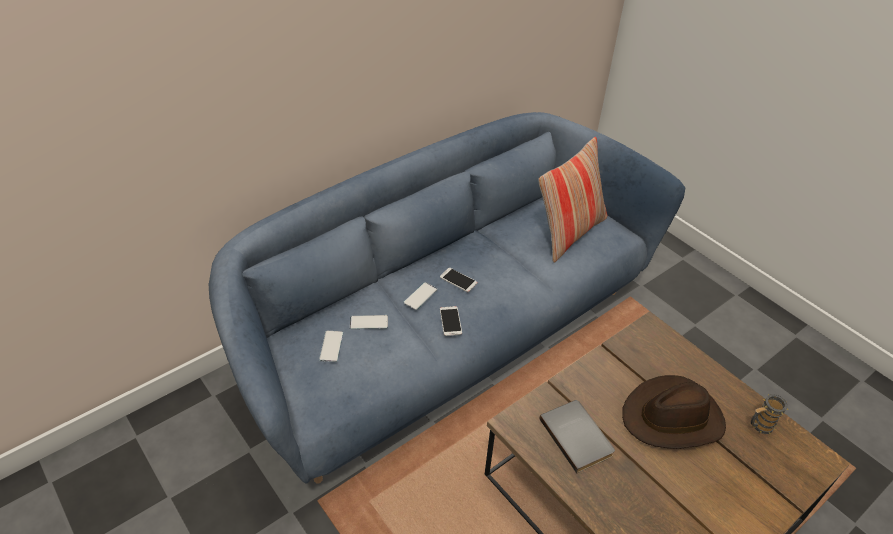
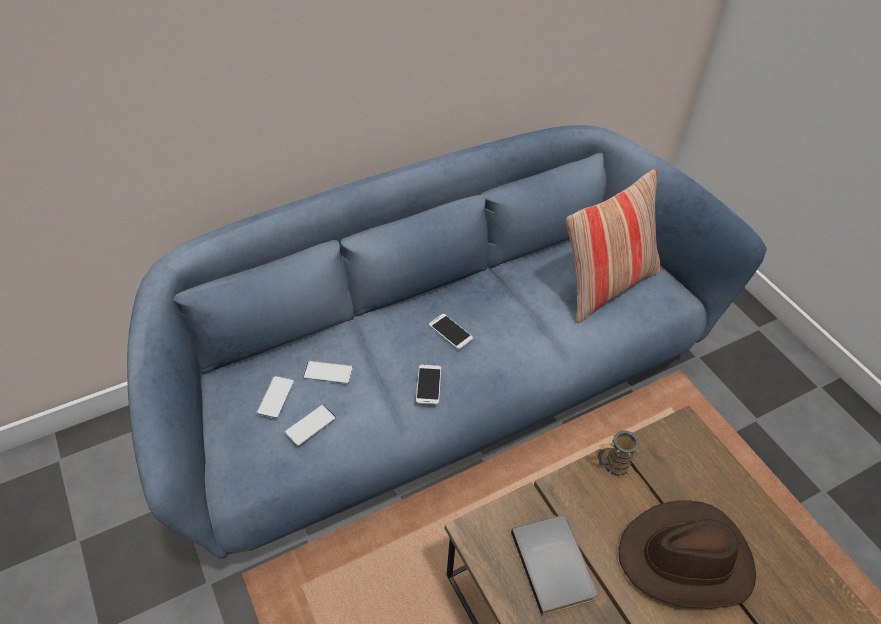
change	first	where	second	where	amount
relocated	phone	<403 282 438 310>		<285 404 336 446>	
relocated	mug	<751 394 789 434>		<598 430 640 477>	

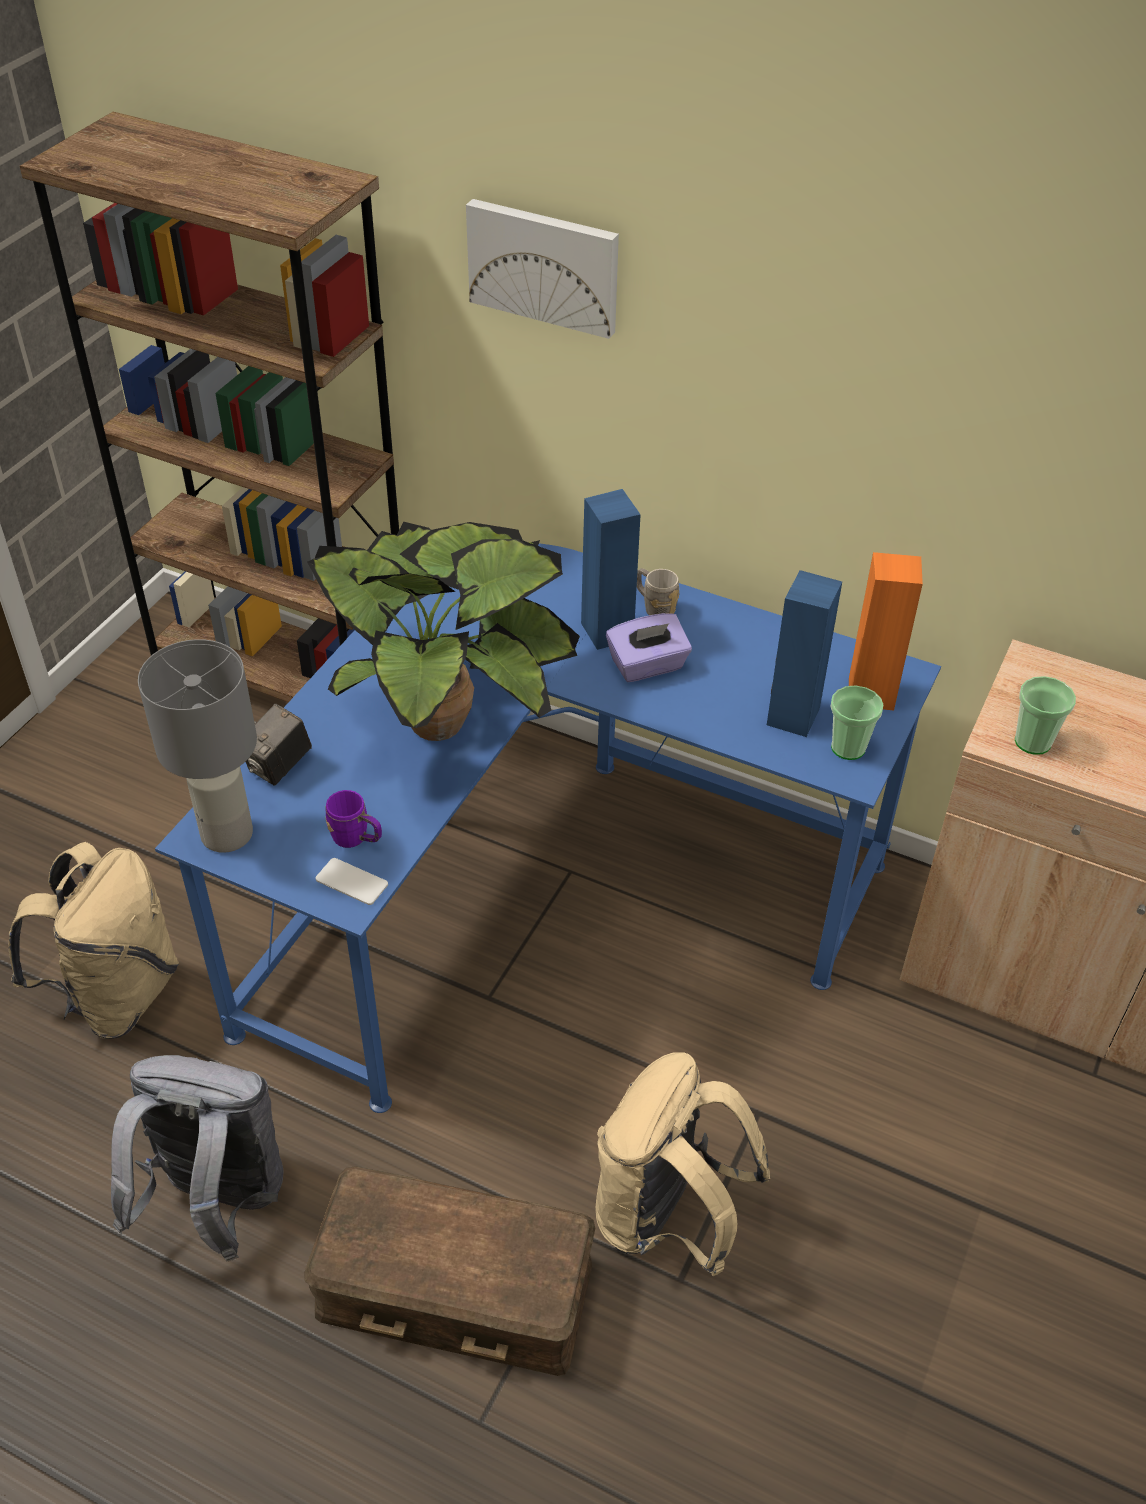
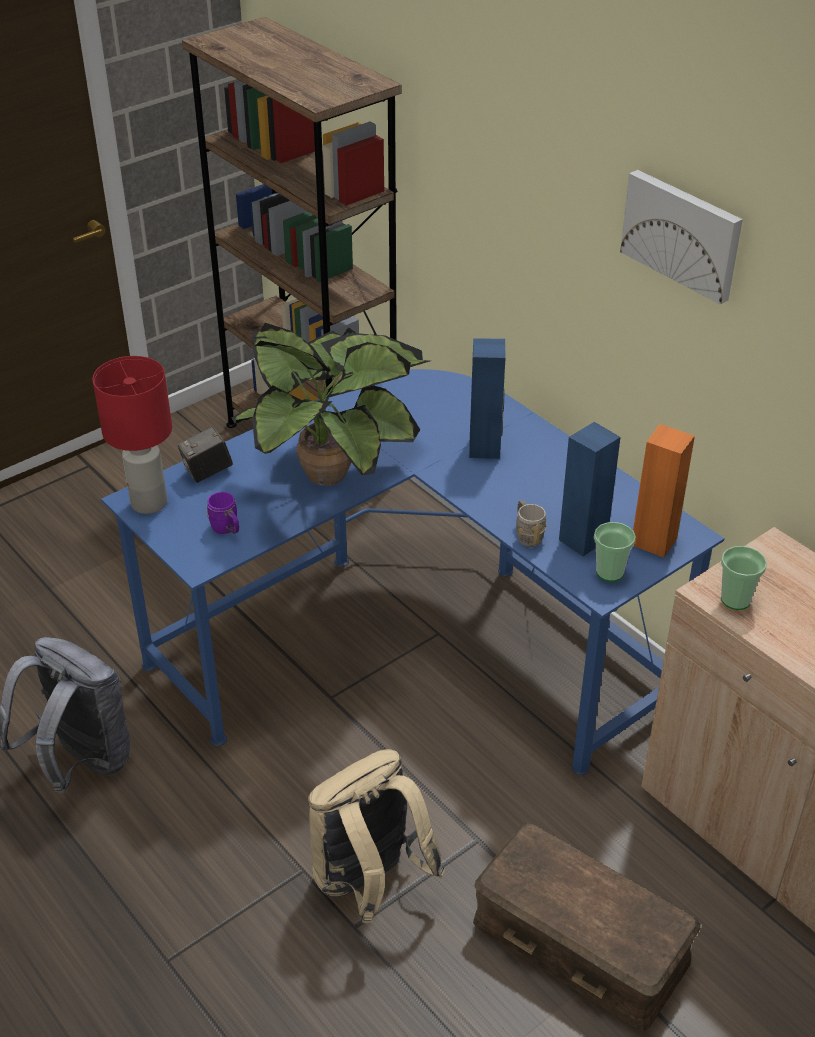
change	first	where	second	where	amount
missing	backpack/beige	<9 842 179 1039>			
colour	table lamp/grey	<138 639 257 853>	table lamp/red	<93 356 172 514>	
relocated	storage box/brown	<304 1166 595 1376>		<473 823 700 1031>	
missing	phone	<316 858 388 905>			
relocated	picture	<466 199 619 339>		<620 170 743 304>	
missing	tissue box/purple	<606 613 692 682>			
relocated	mug/grey	<637 568 679 615>		<516 500 547 547>	

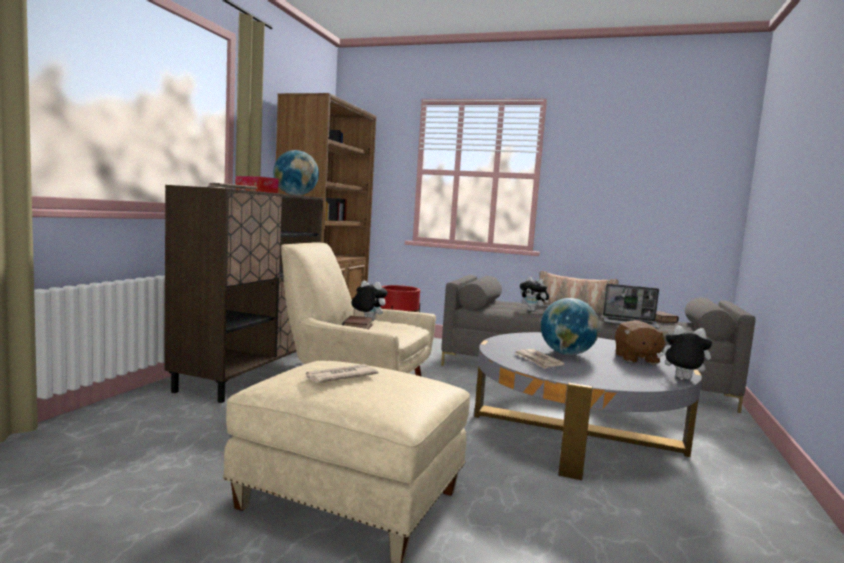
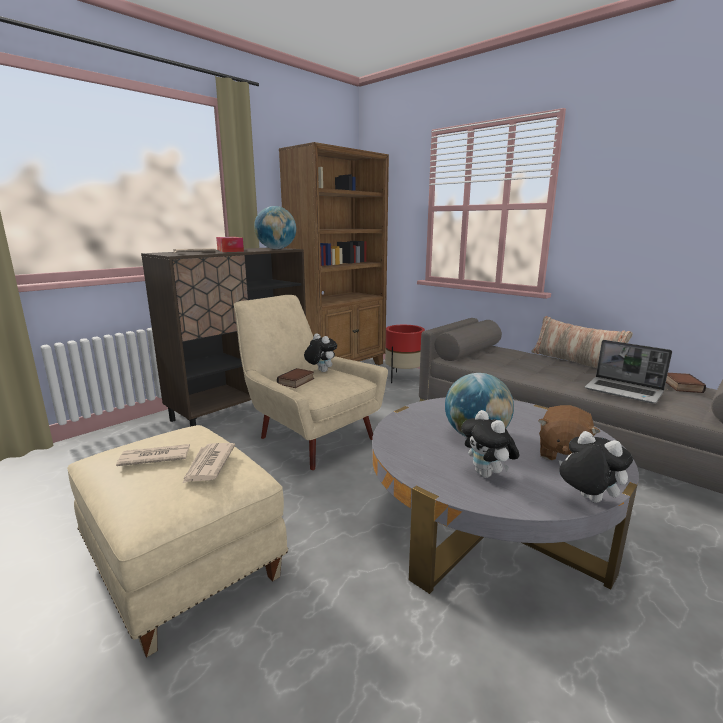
change	first	where	second	where	amount
relocated	newspaper	<514 349 564 369>		<182 443 235 484>	
relocated	plush toy	<520 277 549 312>		<461 410 519 478>	

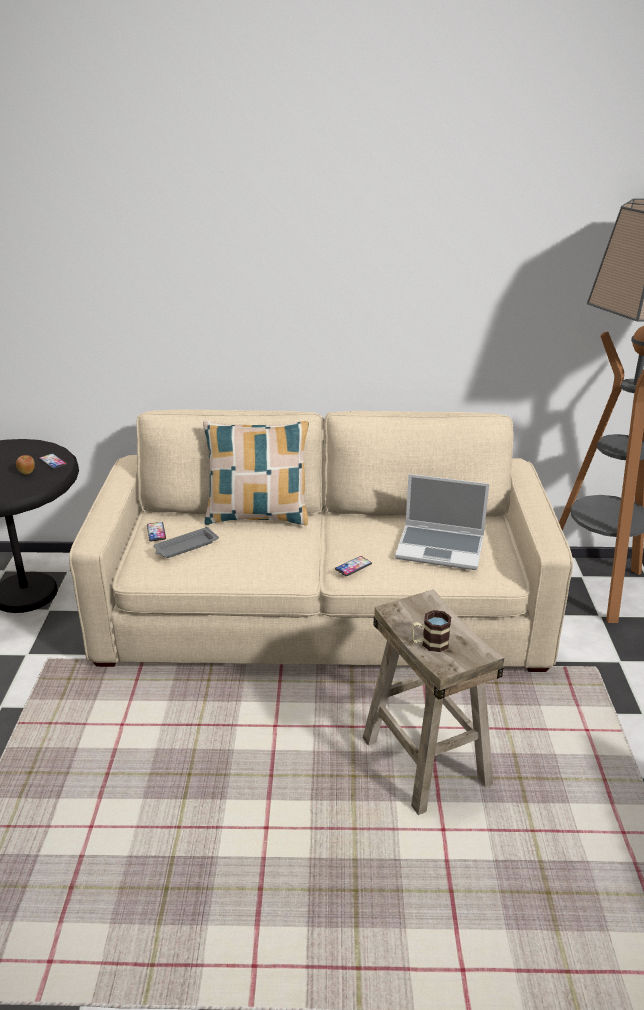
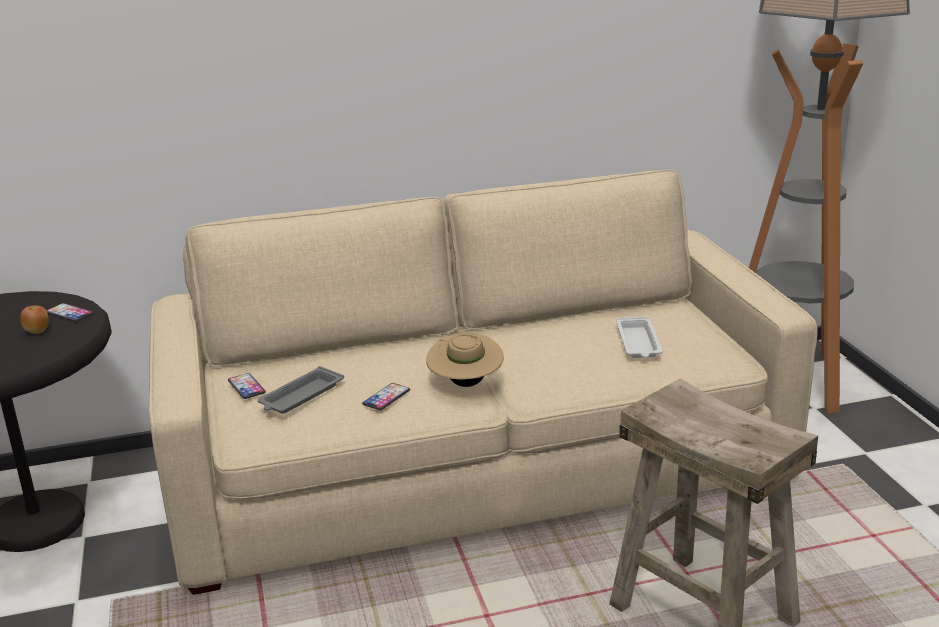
change	first	where	second	where	amount
missing	pillow	<203 420 309 525>			
relocated	phone	<335 556 372 576>		<362 383 410 410>	
exchanged	laptop	<395 474 489 570>	tray/white	<616 317 663 358>	
missing	mug	<411 610 451 652>			
appeared			hat/beige	<426 333 504 387>	

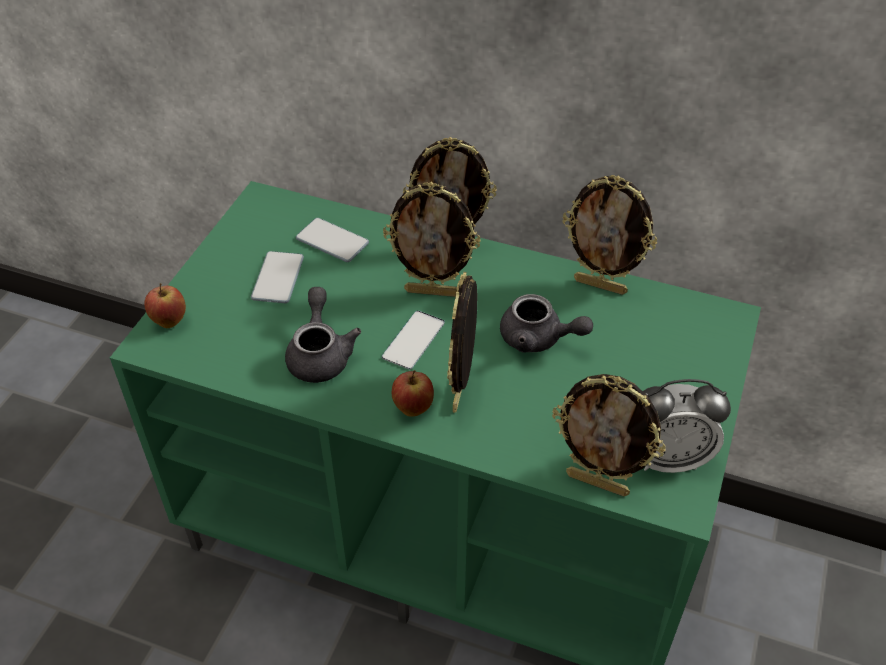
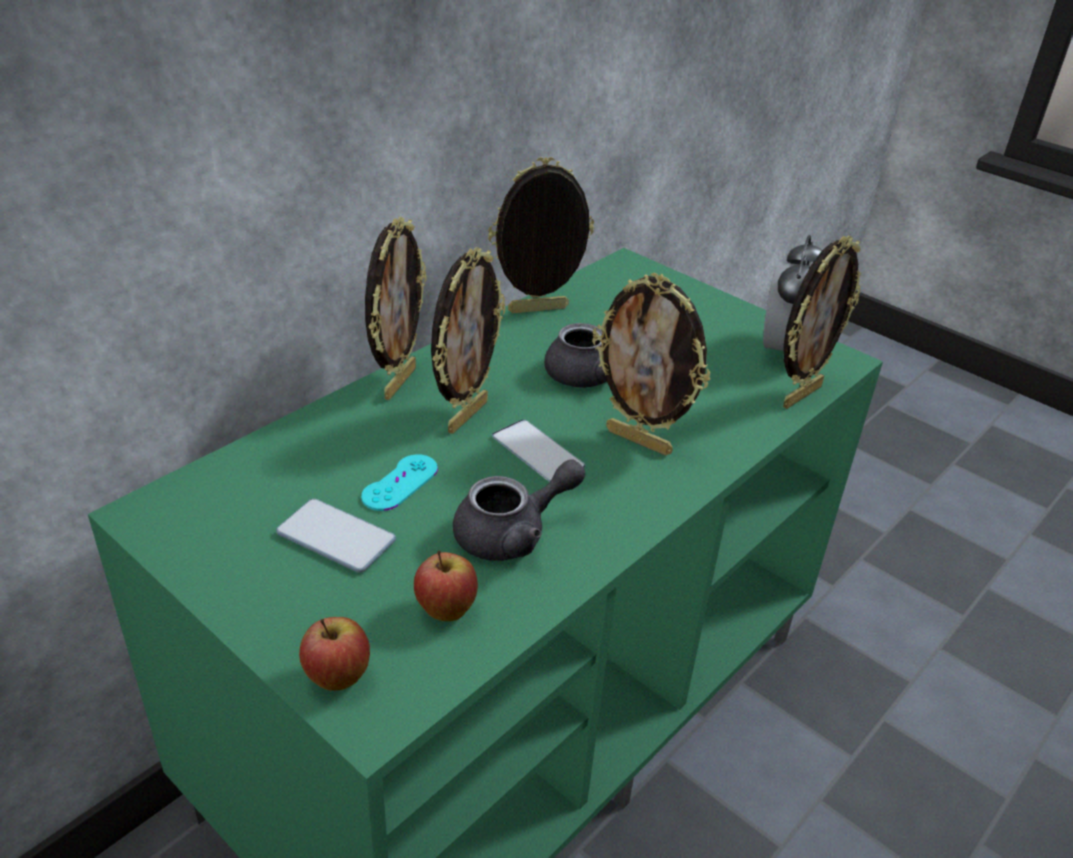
change	first	where	second	where	amount
spun	teapot/grey	<285 287 361 383>		<453 460 585 561>	135 degrees clockwise
missing	phone	<296 218 369 262>			
relocated	apple	<392 370 434 417>		<414 550 478 621>	
spun	picture frame	<563 175 657 295>		<488 157 595 313>	150 degrees counterclockwise
appeared			game controller/turquoise	<361 454 438 511>	

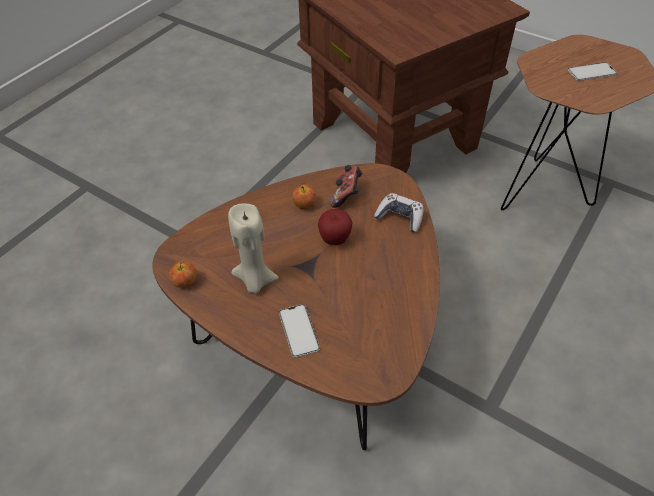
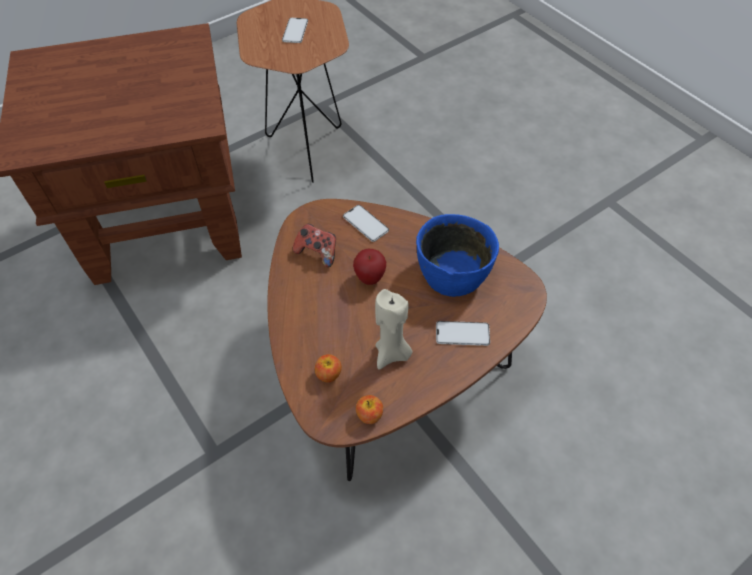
change	first	where	second	where	amount
relocated	apple	<292 185 316 209>		<315 354 342 383>	
exchanged	game controller	<374 193 423 232>	phone	<343 205 389 242>	
appeared			bowl/blue	<416 214 499 297>	

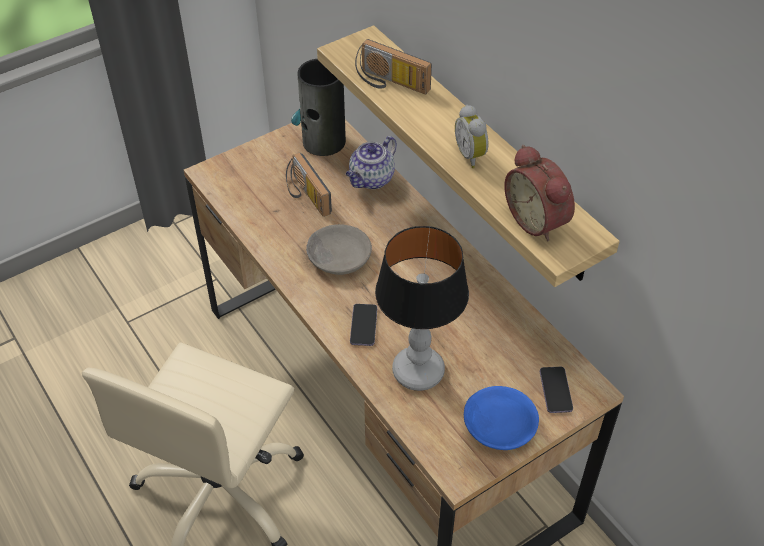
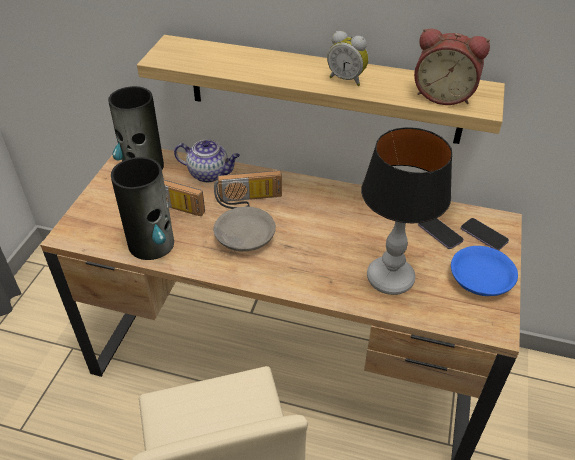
change	first	where	second	where	amount
spun	teapot	<346 136 397 189>		<174 140 240 183>	75 degrees counterclockwise
relocated	phone	<350 304 377 346>		<418 218 464 249>	
relocated	radio	<355 39 432 94>		<214 170 282 209>	
appeared			vase	<111 157 174 260>	

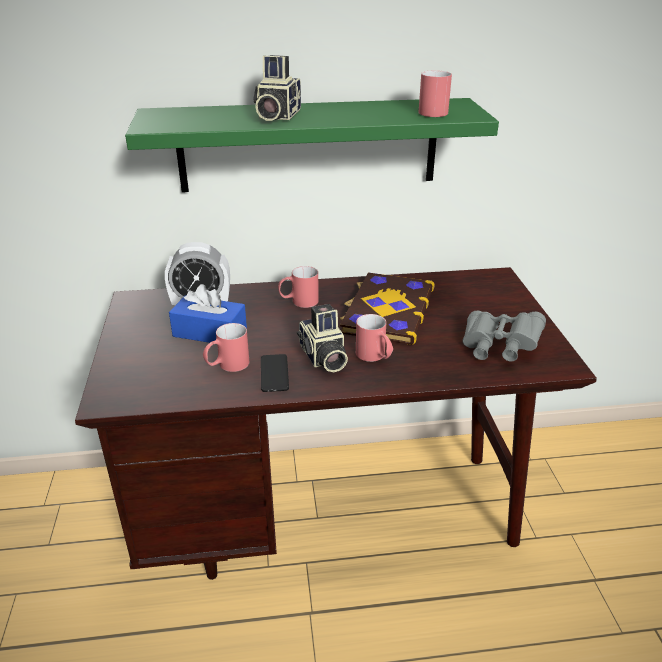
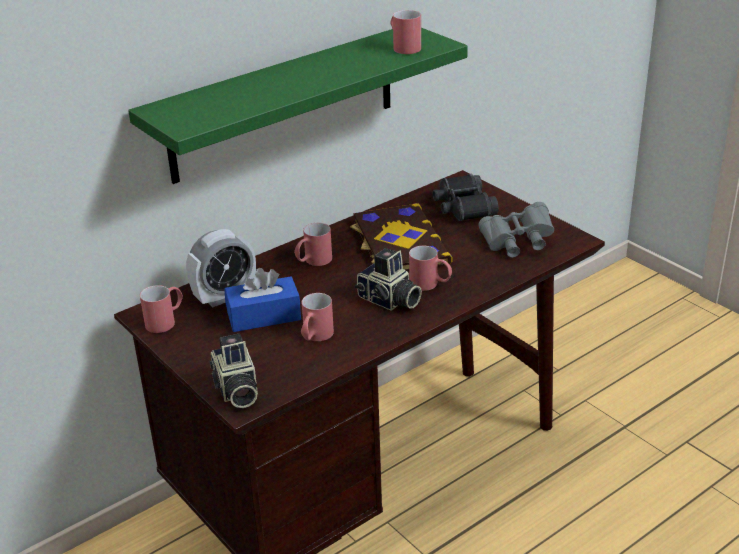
change	first	where	second	where	amount
relocated	photo camera	<253 55 301 121>		<209 334 258 408>	
missing	phone	<261 354 289 392>			
appeared			mug/red	<140 285 183 333>	
appeared			binoculars/black	<433 174 499 221>	

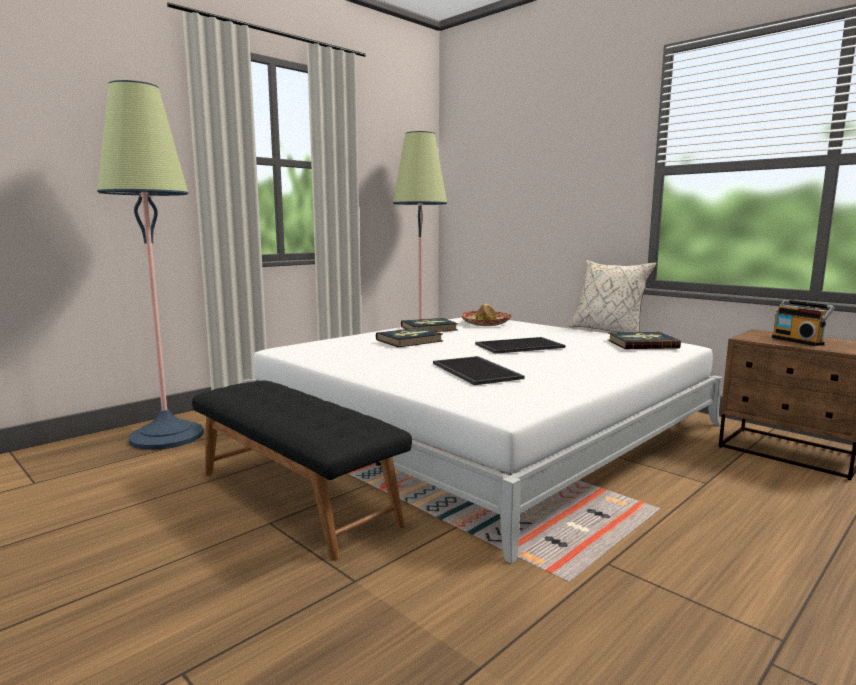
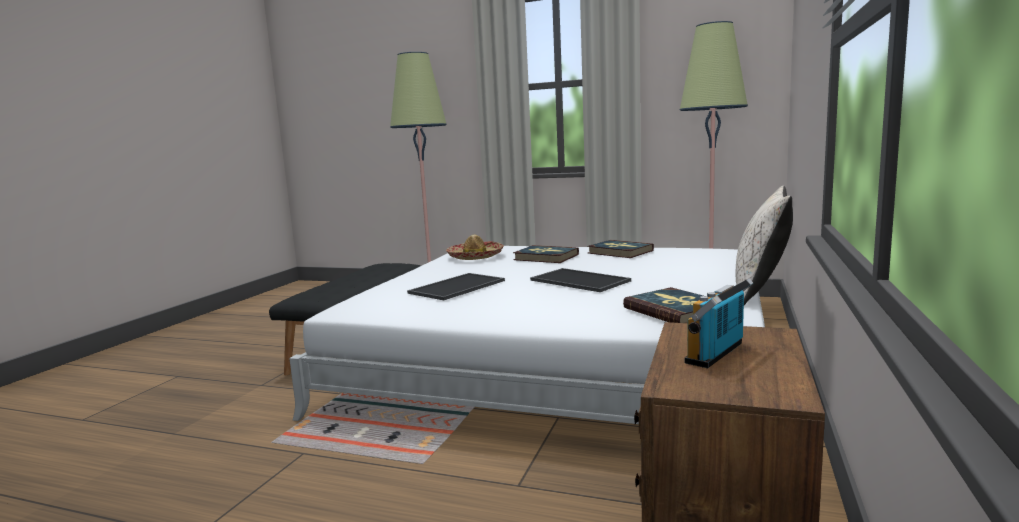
change	first	where	second	where	amount
relocated	hat	<460 304 512 326>		<446 235 504 260>	

